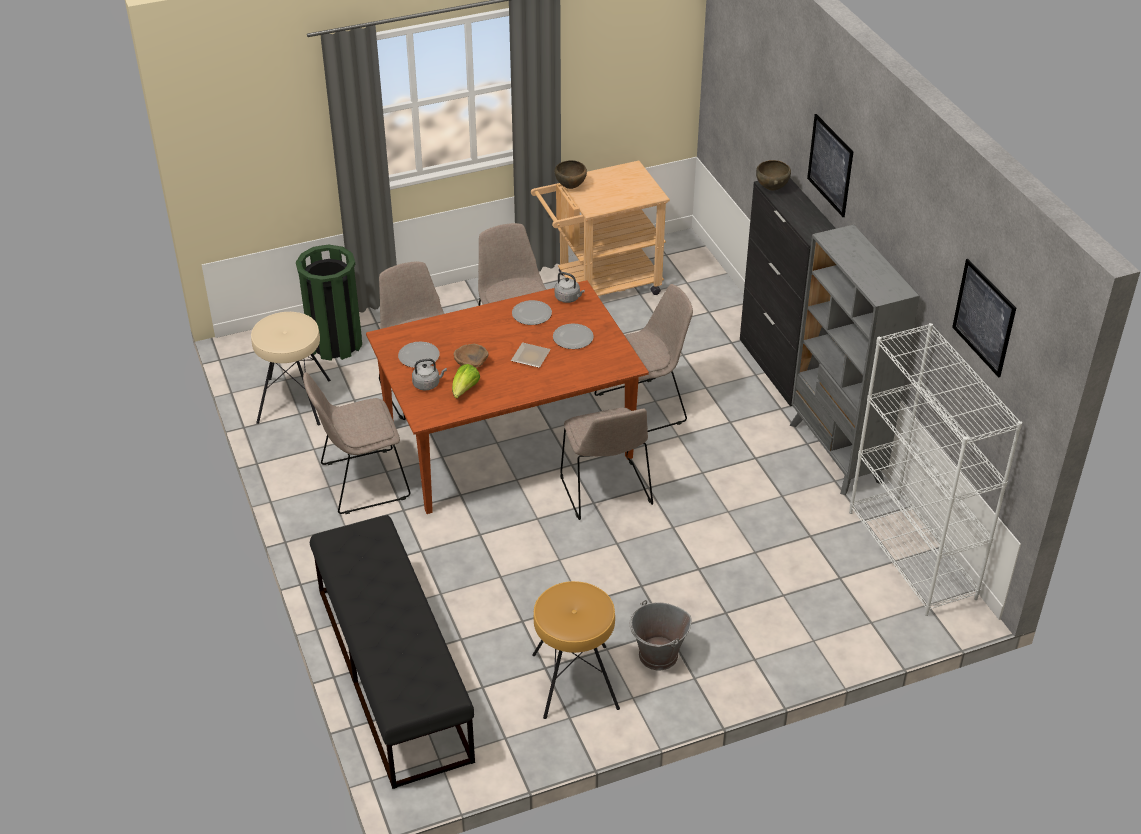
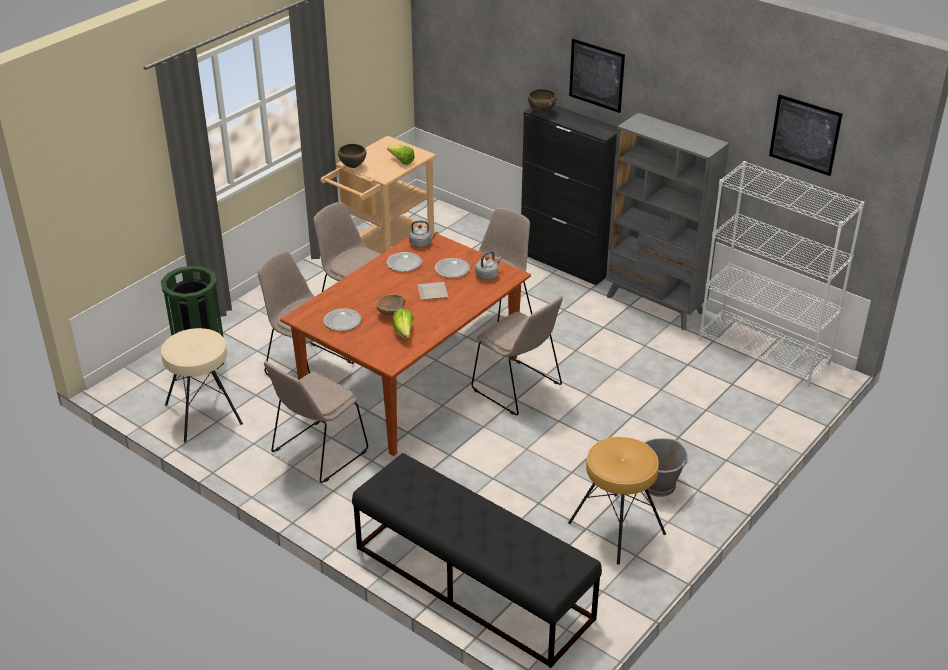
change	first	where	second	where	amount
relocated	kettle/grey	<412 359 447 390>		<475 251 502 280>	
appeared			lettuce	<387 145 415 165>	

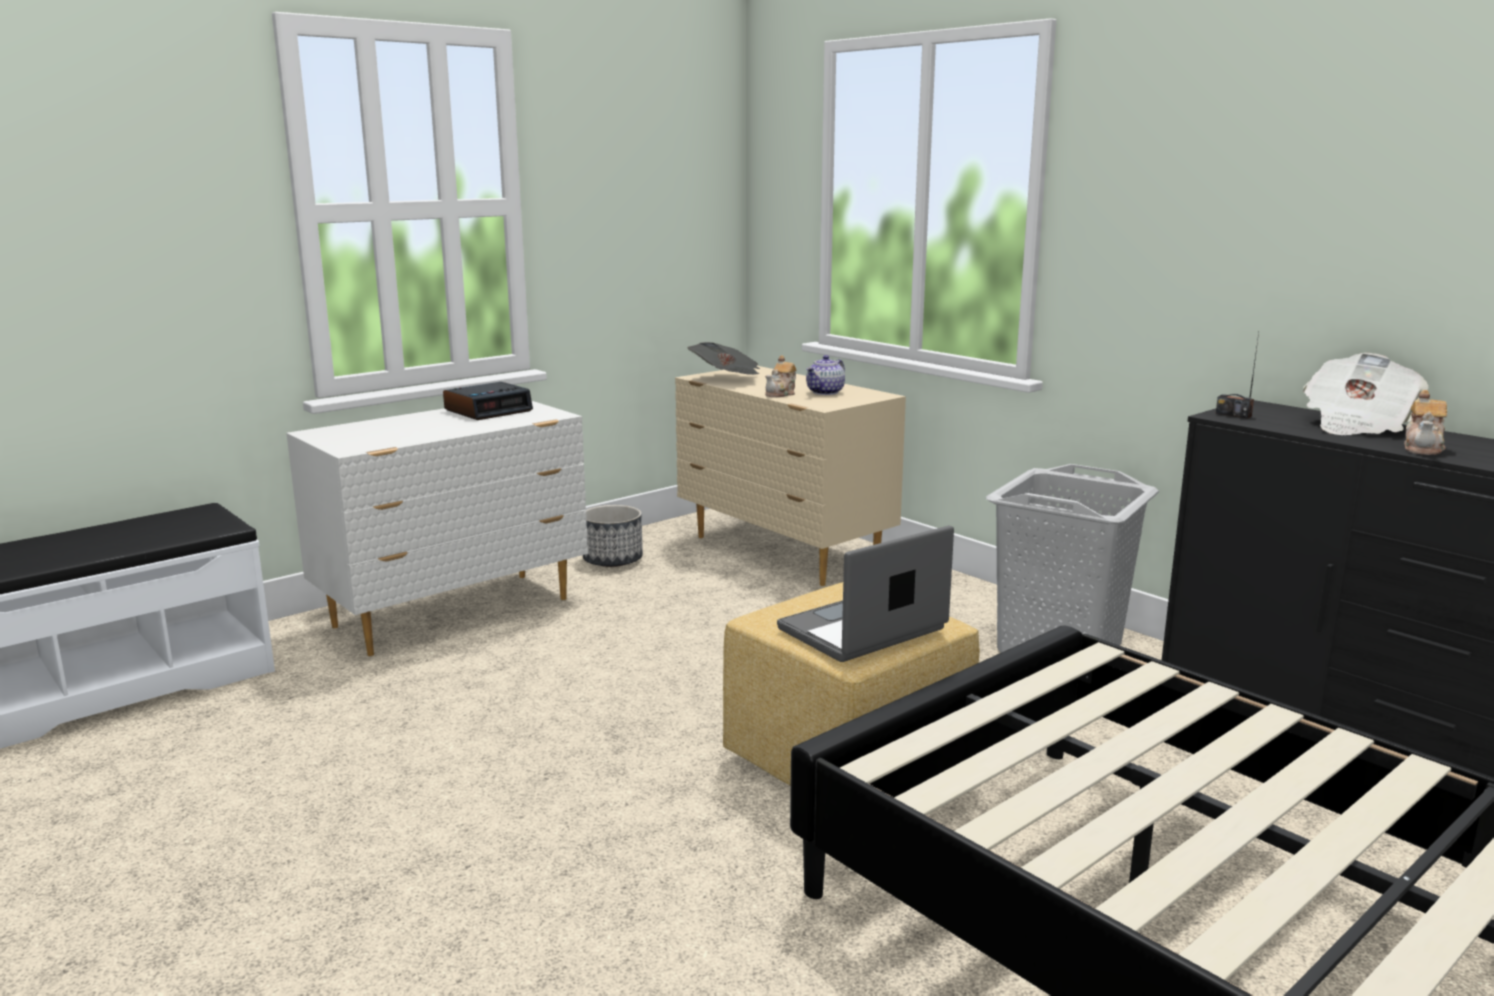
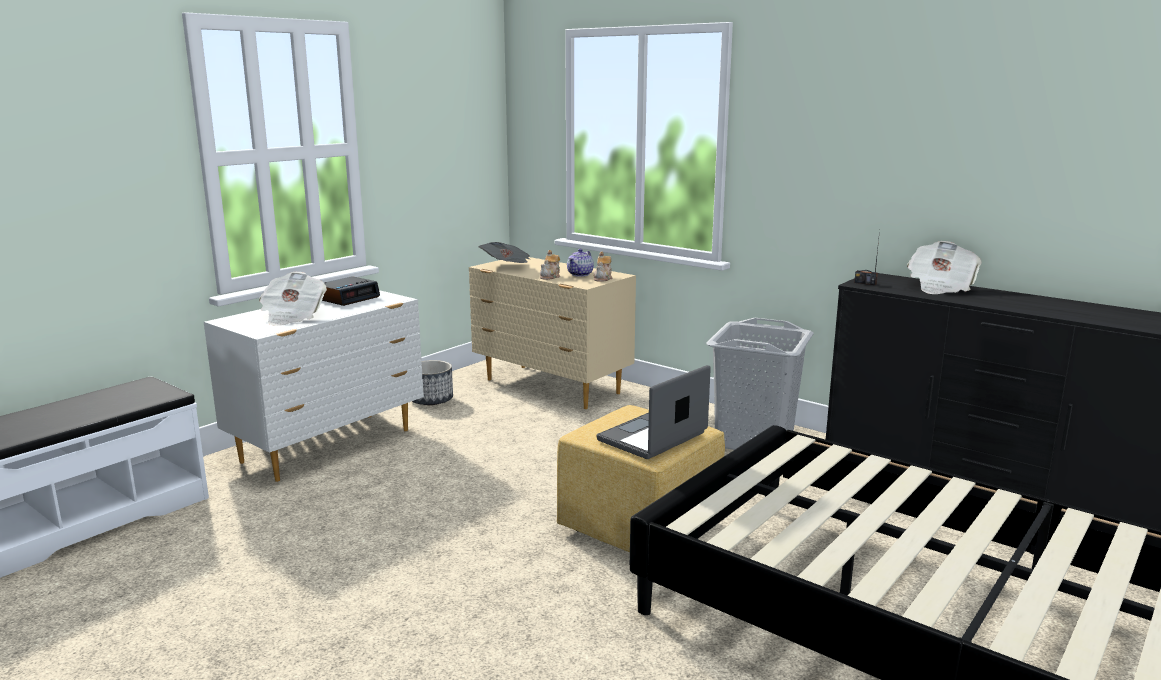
change	first	where	second	where	amount
relocated	teapot	<1404 390 1447 455>		<594 252 613 282>	
appeared			newspaper	<259 272 327 326>	

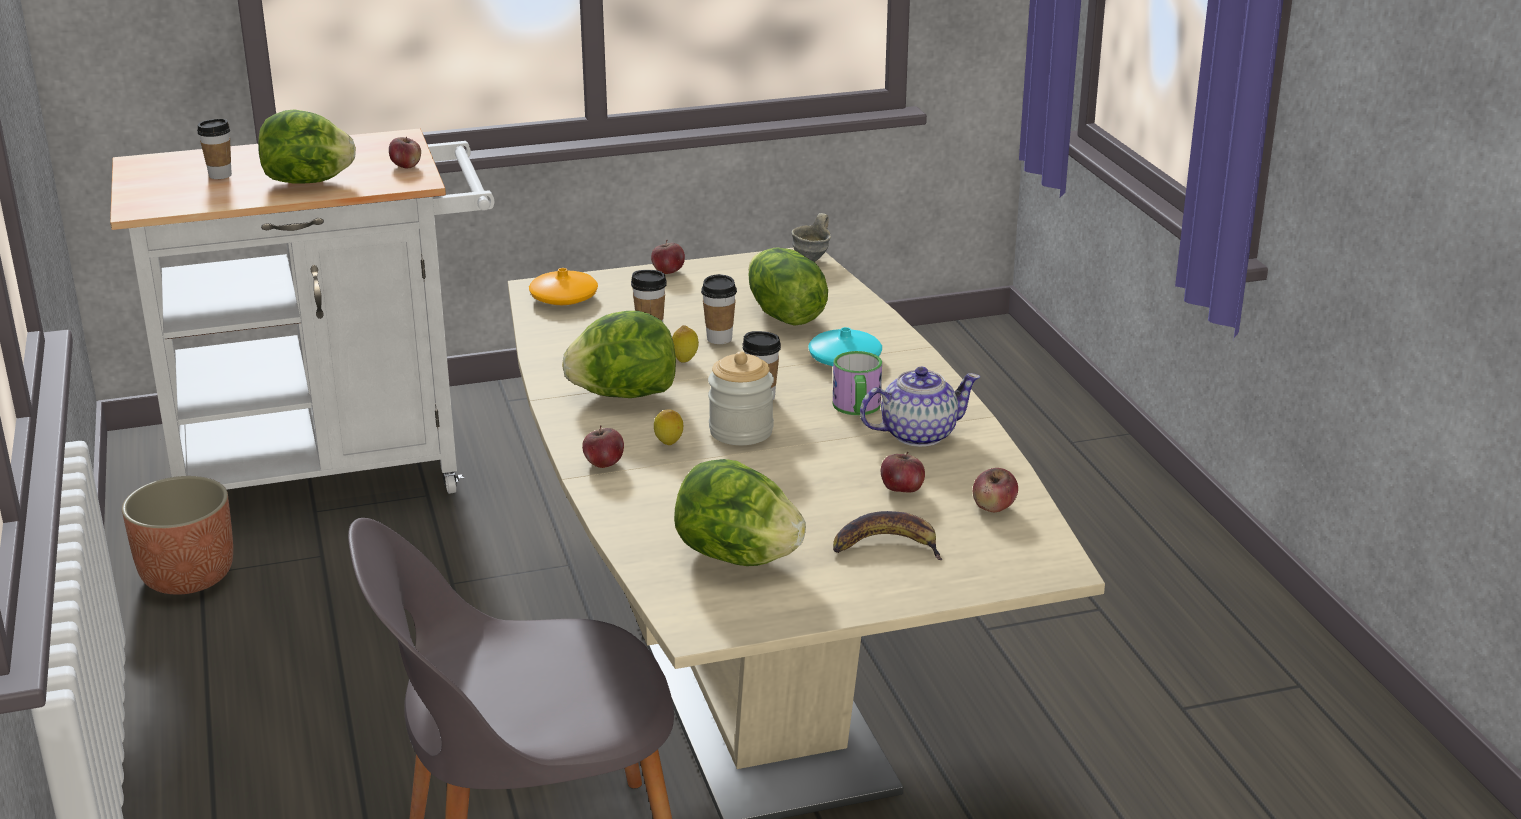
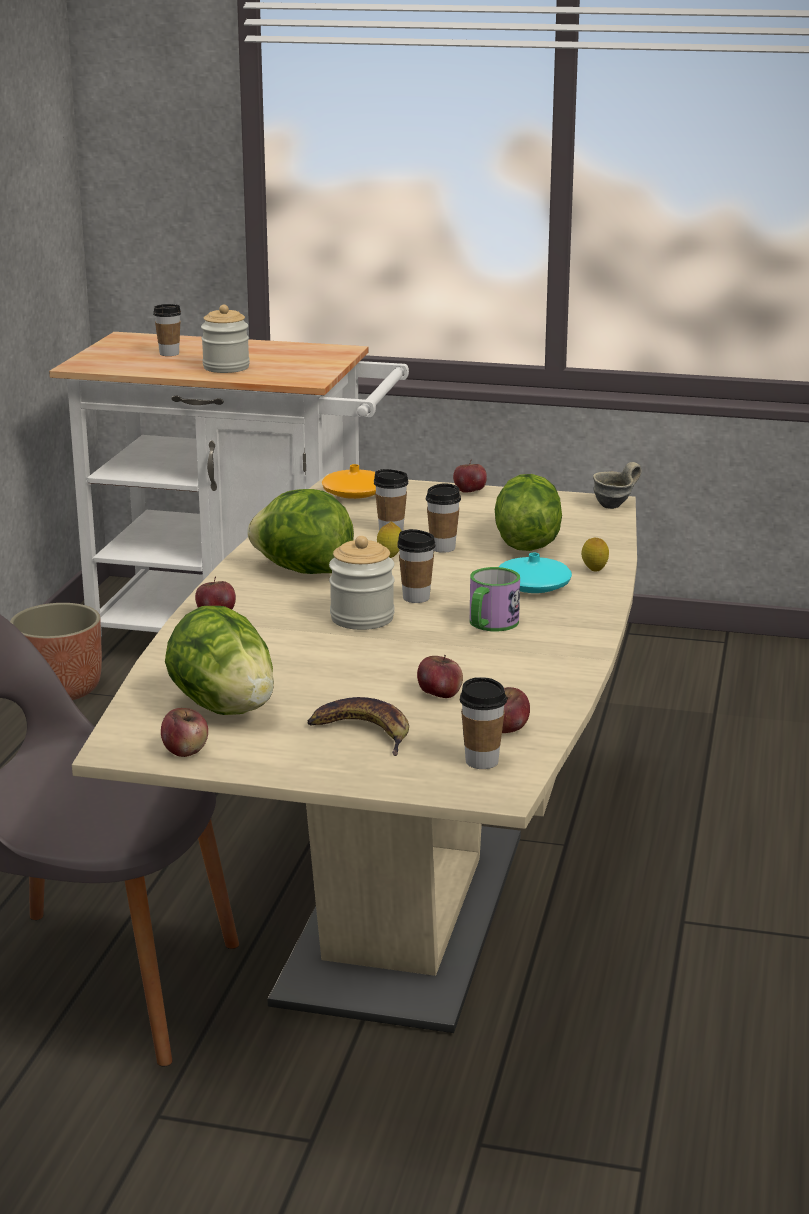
change	first	where	second	where	amount
exchanged	lettuce	<258 109 356 184>	jar	<201 305 250 373>	
relocated	apple	<389 137 421 168>		<161 708 208 757>	
relocated	lemon	<654 409 683 445>		<582 538 609 572>	
missing	teapot	<860 367 980 447>			
appeared			cup	<460 677 507 769>	

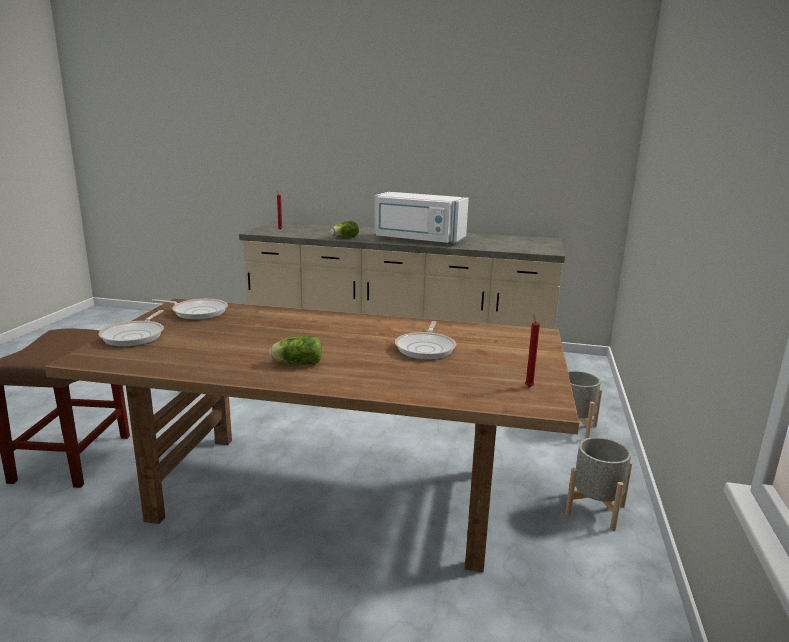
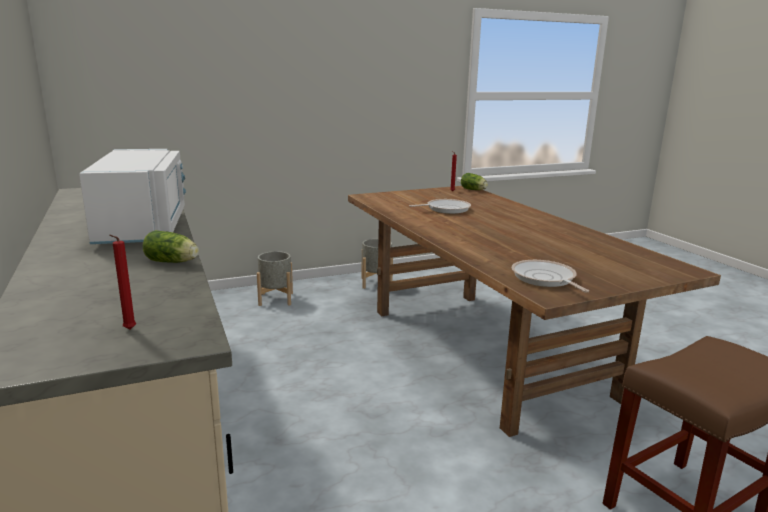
change	first	where	second	where	amount
missing	frying pan	<98 310 164 346>			
relocated	lettuce	<269 336 322 365>		<461 173 488 190>	

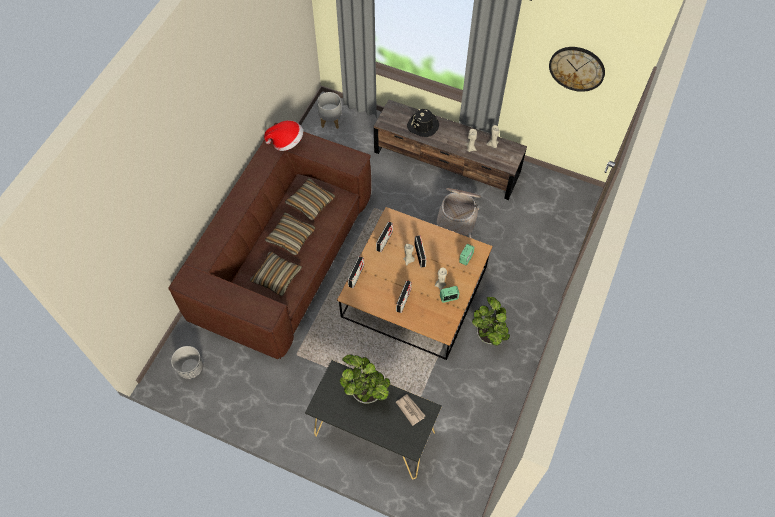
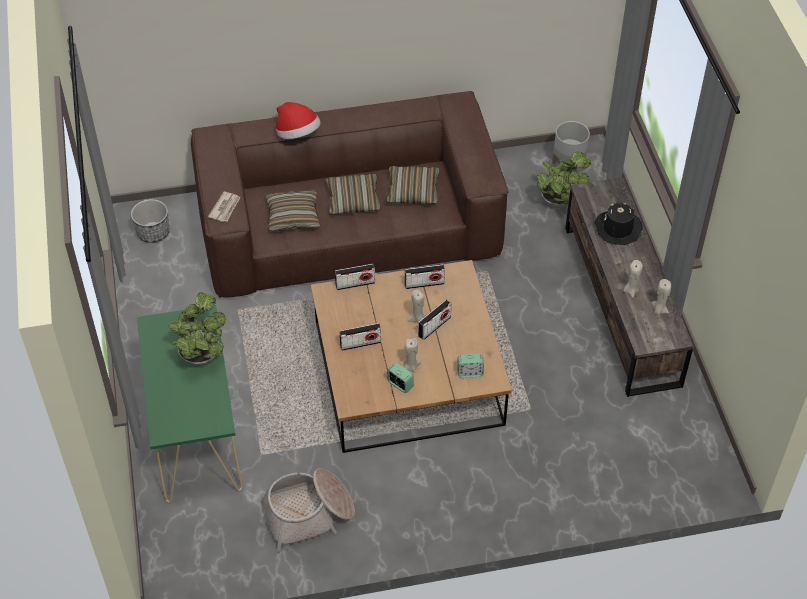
change	first	where	second	where	amount
relocated	hat	<264 120 303 151>		<276 102 321 139>	
colour	console table/black	<305 360 442 479>	console table/green	<137 305 243 503>	
relocated	newspaper	<396 394 425 426>		<208 192 241 222>	
relocated	basket	<437 188 481 238>		<260 468 355 552>	
relocated	potted plant	<472 297 510 346>		<537 152 591 208>	
missing	wall clock	<549 47 605 92>			

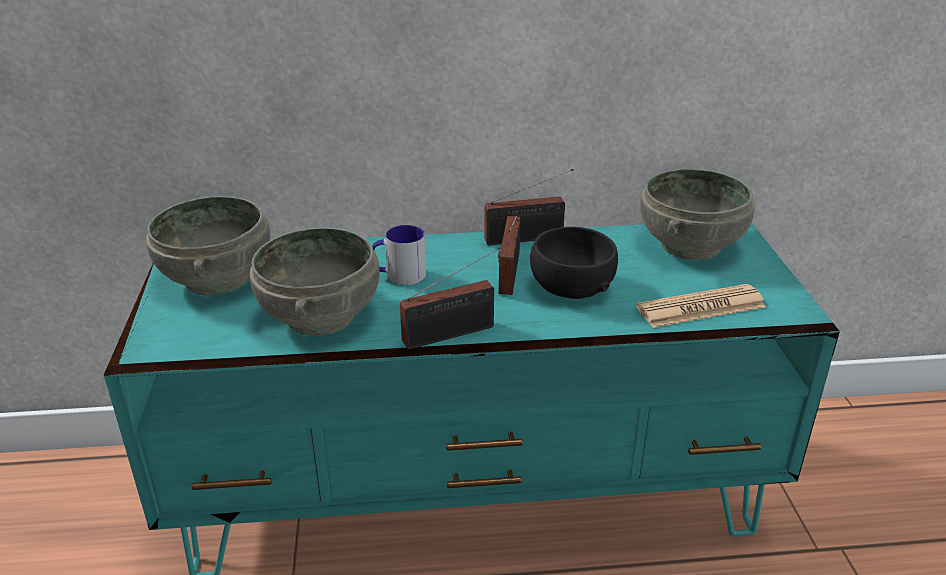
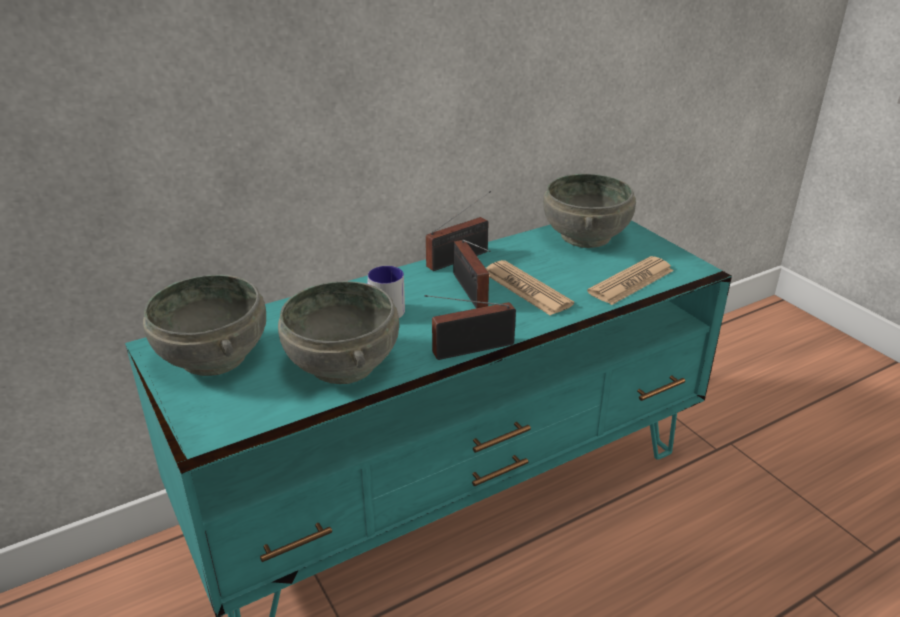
change	first	where	second	where	amount
spun	radio	<400 247 501 349>		<424 295 516 360>	150 degrees counterclockwise
exchanged	bowl/black	<530 227 618 299>	newspaper	<486 260 574 316>	

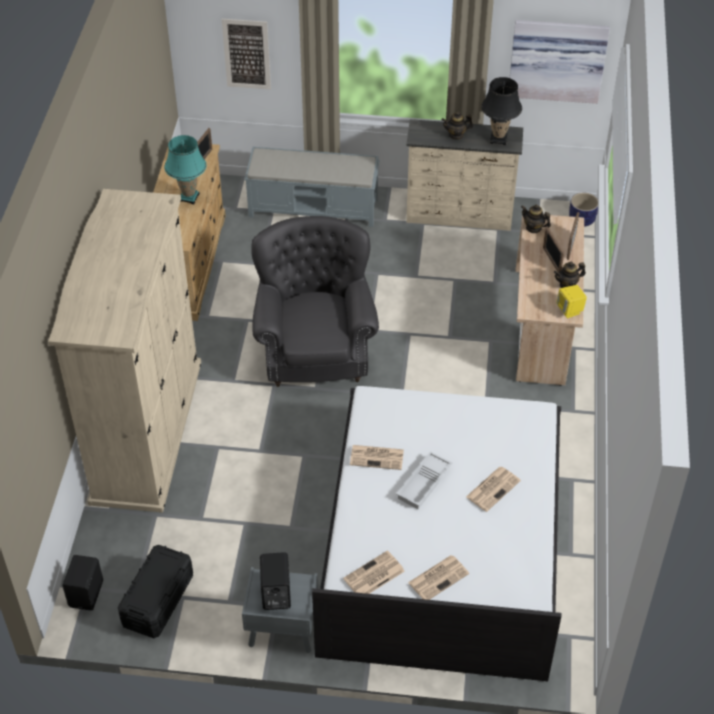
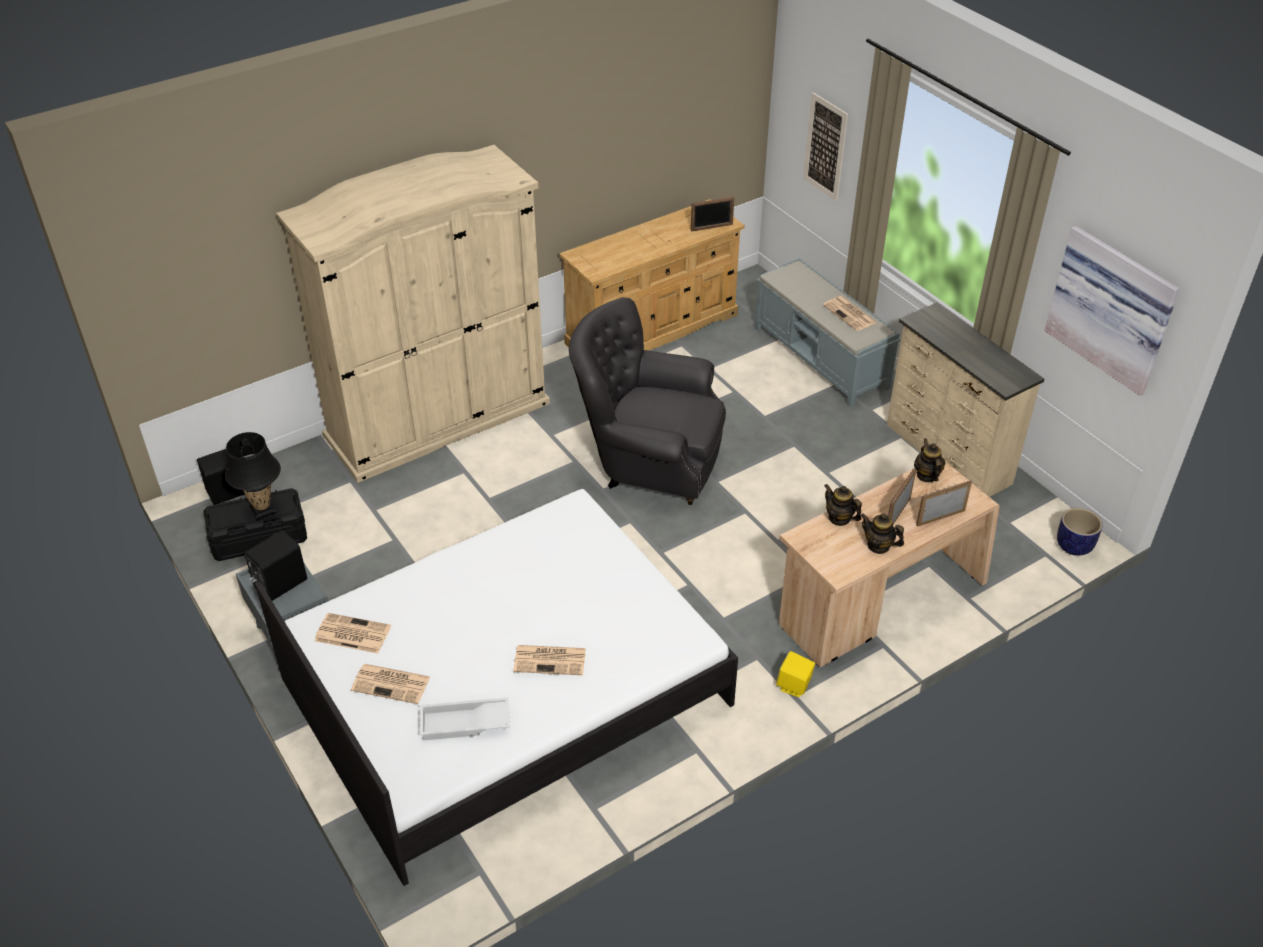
change	first	where	second	where	amount
missing	table lamp/turquoise	<164 135 206 204>			
spun	armchair/grey	<251 216 379 387>		<569 297 726 505>	120 degrees counterclockwise
relocated	newspaper	<350 445 404 470>		<823 296 877 331>	
relocated	tray/white	<396 451 452 509>		<420 697 510 740>	
relocated	teapot	<442 111 473 140>		<824 484 862 526>	
relocated	table lamp/black	<481 77 522 145>		<225 432 281 521>	
relocated	speaker/yellow	<556 285 587 318>		<776 651 815 697>	

